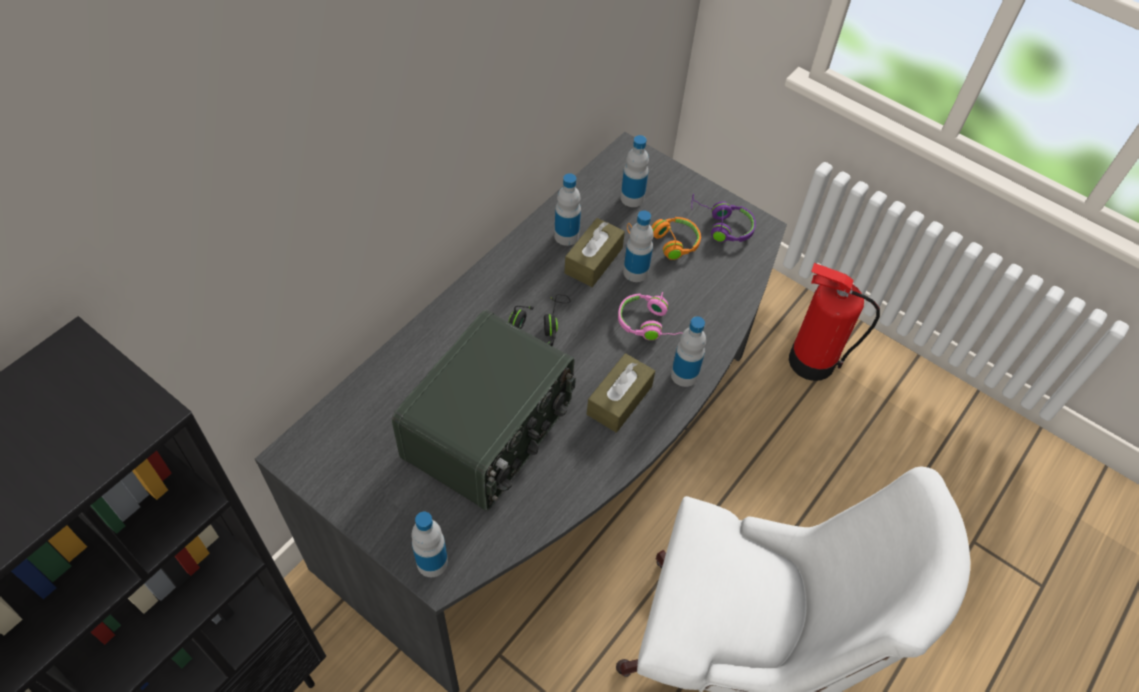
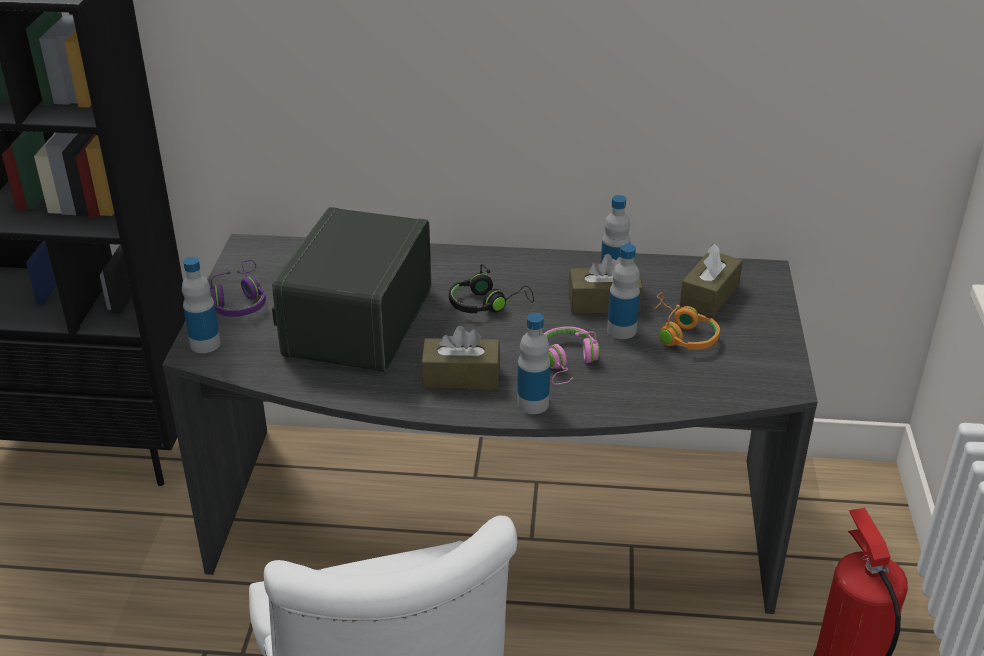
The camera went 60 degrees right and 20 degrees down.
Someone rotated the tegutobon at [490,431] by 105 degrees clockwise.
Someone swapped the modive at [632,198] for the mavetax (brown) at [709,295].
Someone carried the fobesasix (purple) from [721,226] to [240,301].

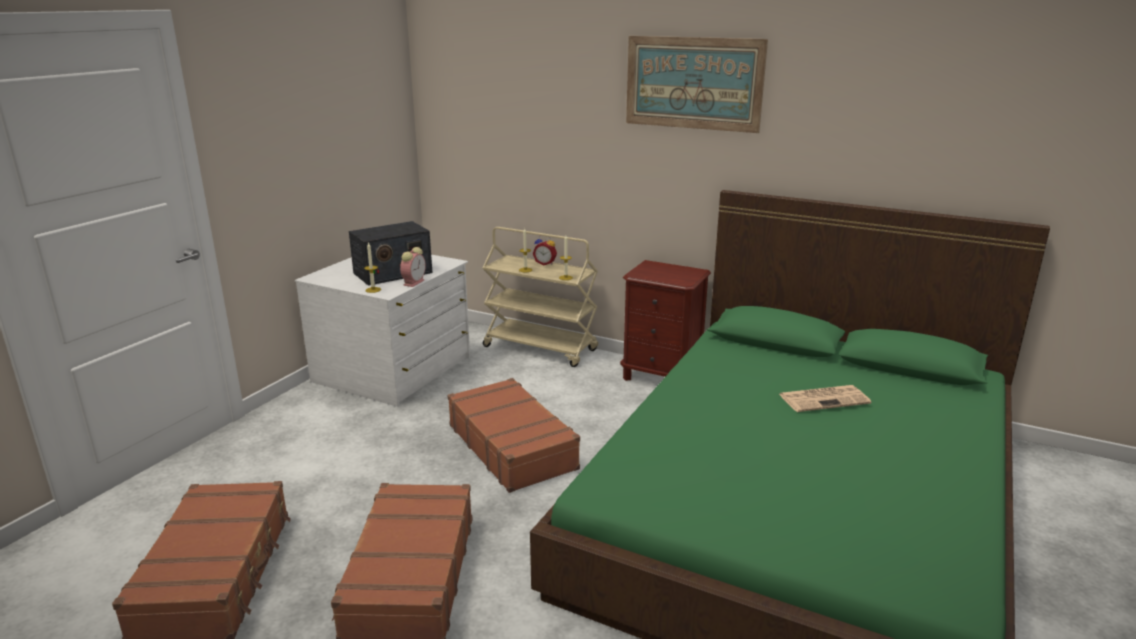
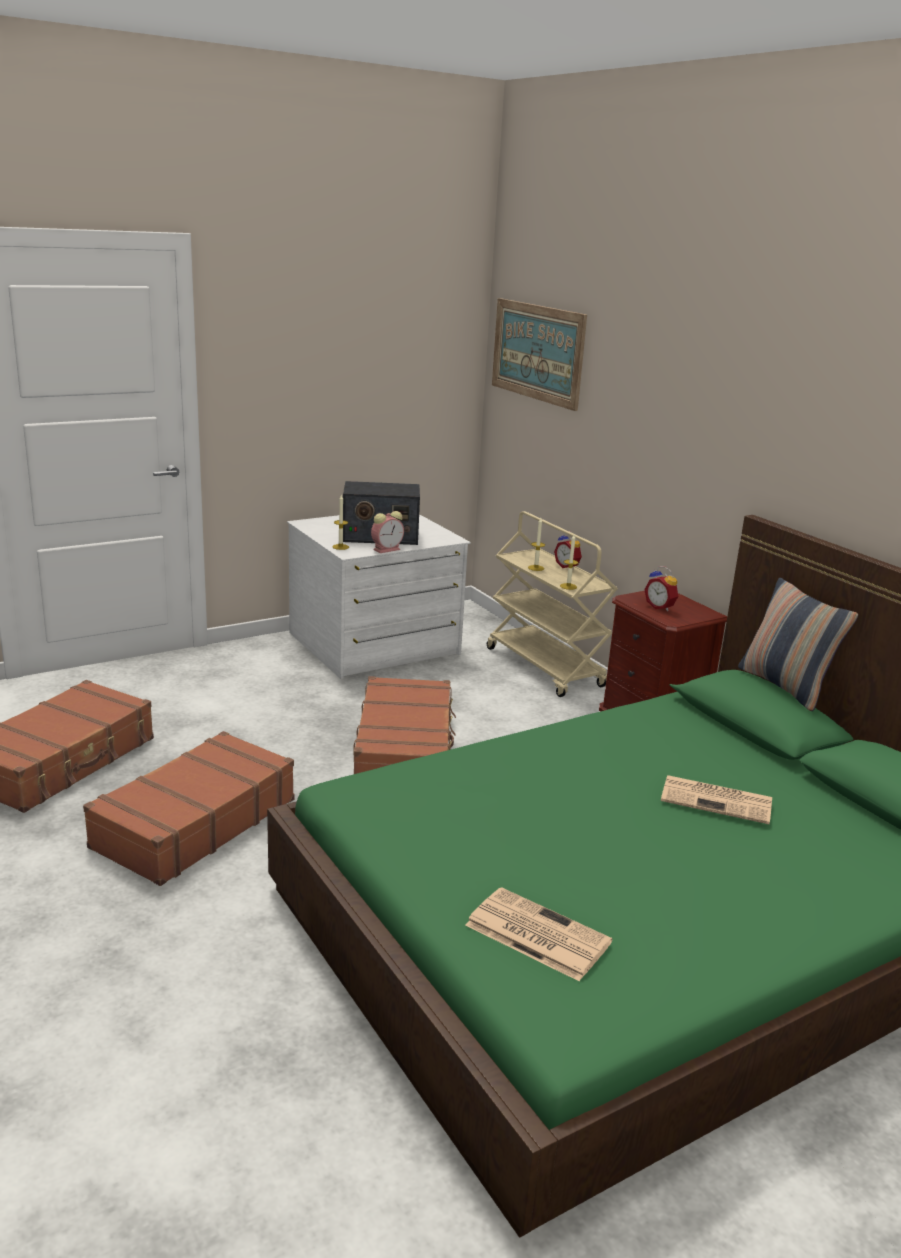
The camera went 30 degrees right and 0 degrees up.
Someone carried the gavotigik from [693,83] to [537,352].
Someone put down the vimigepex at [535,934].
Someone put down the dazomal at [660,607].
Someone put down the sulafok at [785,686].

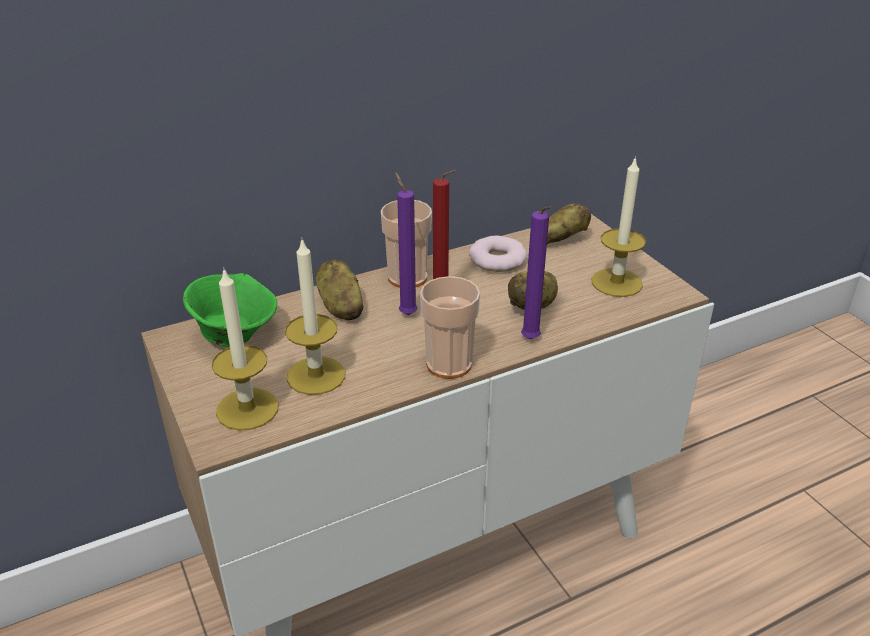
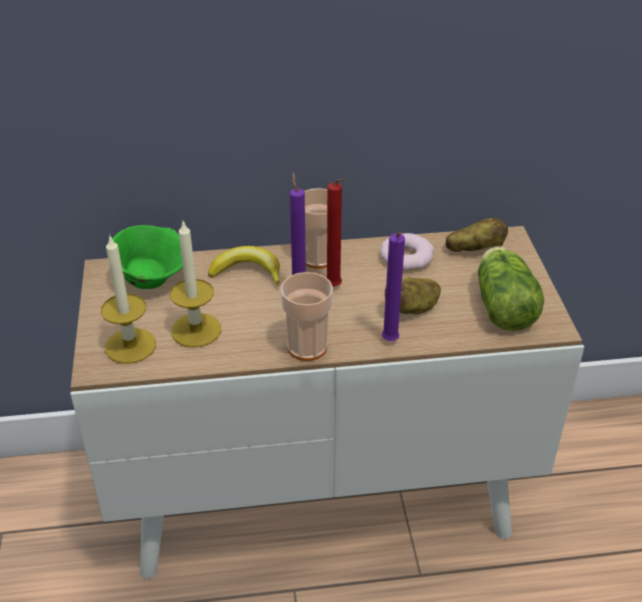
The camera went 20 degrees right and 5 degrees up.
Someone swapped the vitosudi at [340,306] for the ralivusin at [247,272].
Someone swapped the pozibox at [616,282] for the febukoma at [502,304].

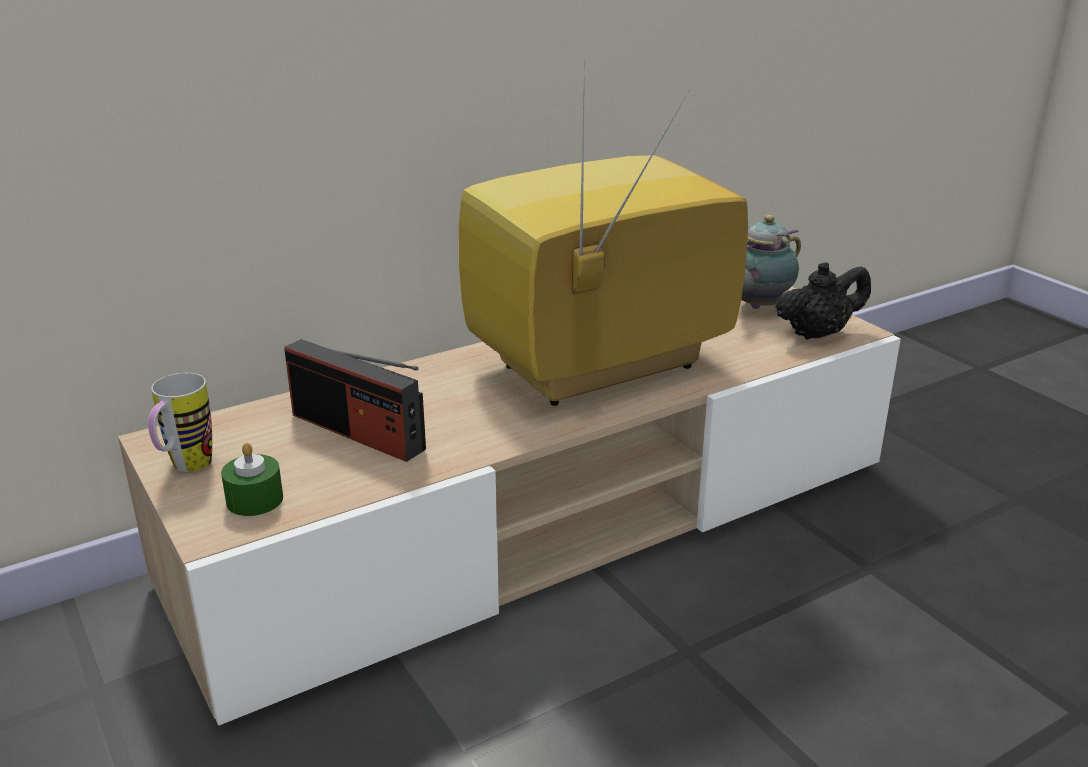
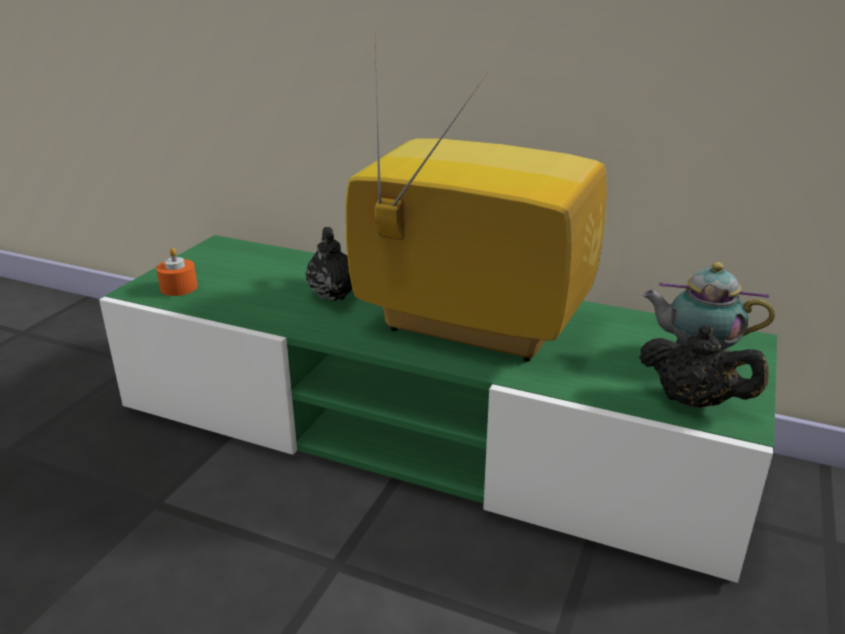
The camera went 55 degrees right and 0 degrees up.
Someone repainted the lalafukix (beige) at [544,522], which became the lalafukix (green) at [422,433].
Someone took away the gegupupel at [185,469].
Someone repainted the pozibox (green) at [255,500], which became the pozibox (orange) at [178,288].
Someone took away the tegutobon at [358,432].
Someone put down the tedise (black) at [332,294].

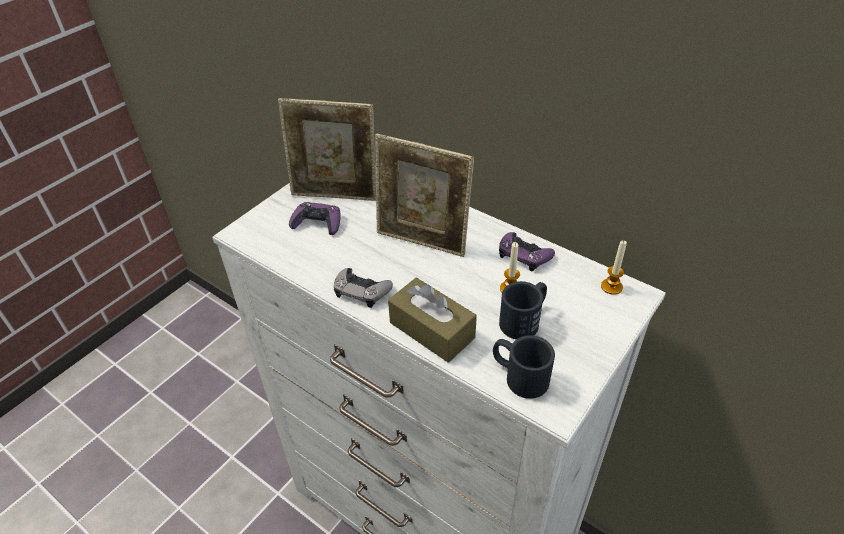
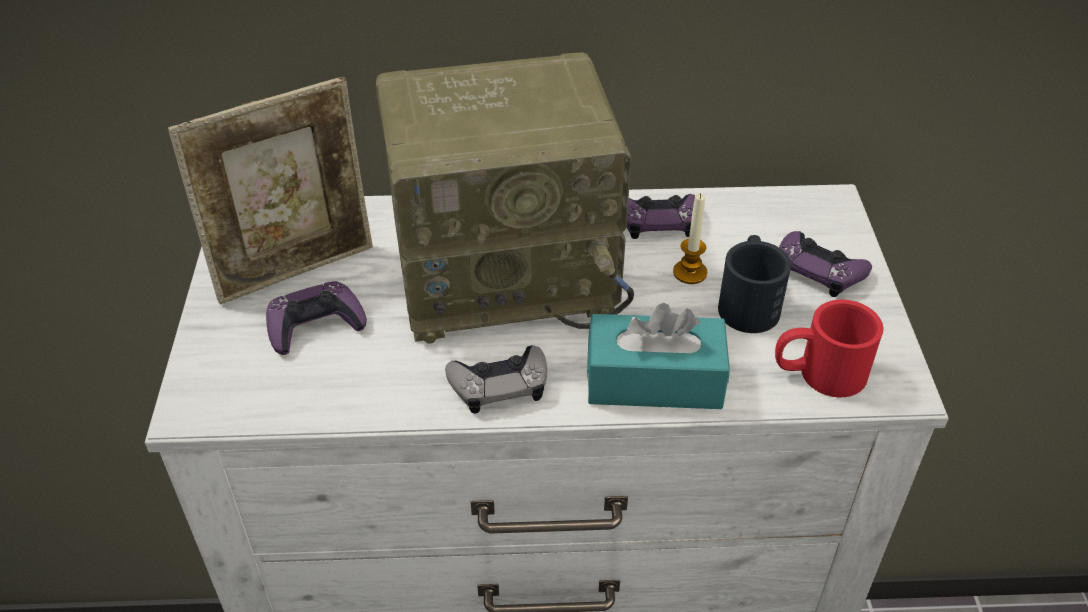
The camera went 40 degrees left and 0 degrees up.
Someone swapped the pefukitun at [422,241] for the tegutobon at [507,270].
Someone repainted the mavetax (brown) at [432,330], which became the mavetax (turquoise) at [654,380].
Someone repainted the gegupupel (black) at [519,376], which became the gegupupel (red) at [818,373].
Someone took away the pozibox at [611,287].
Someone put down the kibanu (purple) at [818,270].

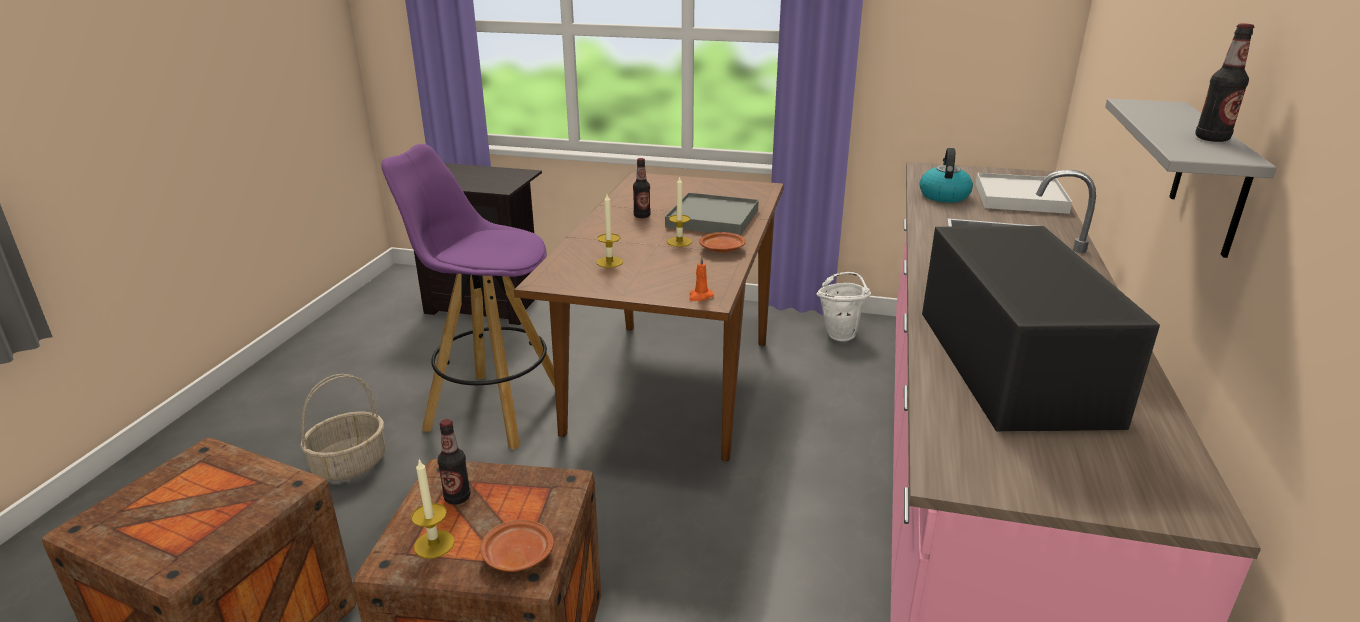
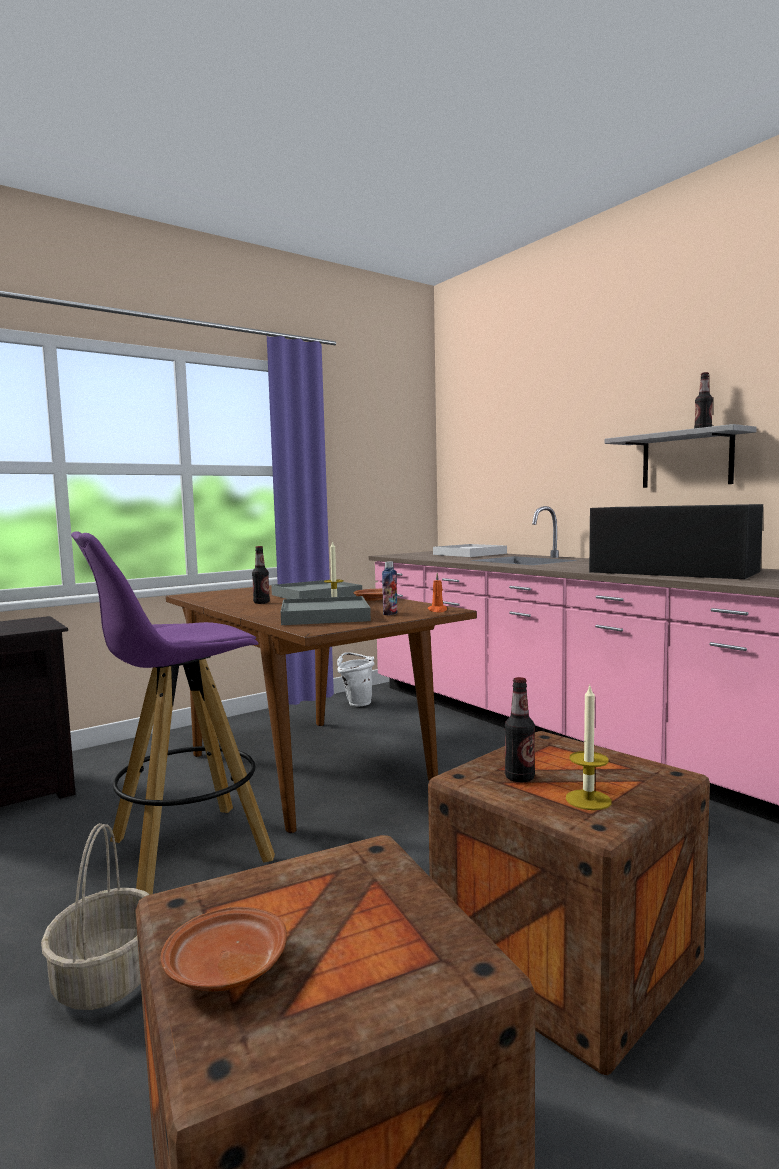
The camera went 50 degrees left and 20 degrees down.
Someone carried the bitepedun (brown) from [517,555] to [225,968].
Someone swapped the pozibox at [609,262] for the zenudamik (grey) at [324,616].
Someone took away the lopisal at [943,195].
Someone put down the modive at [390,613].

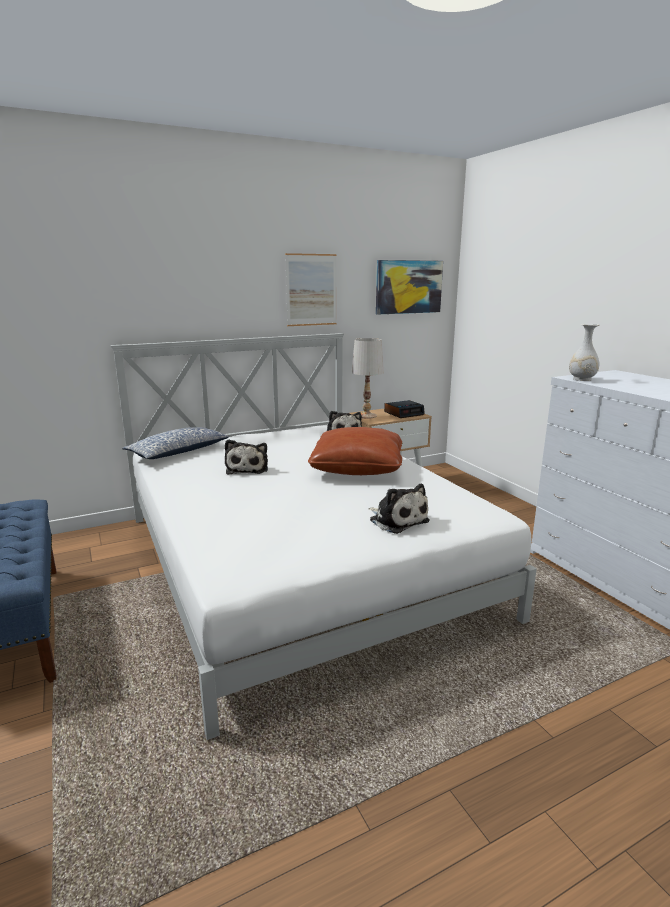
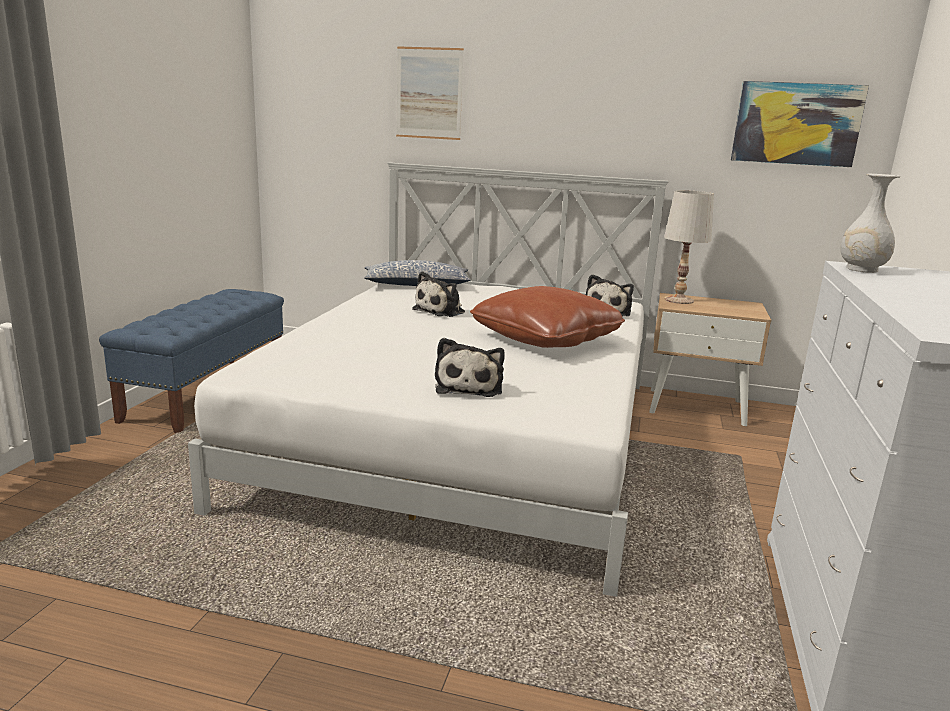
The camera went 40 degrees right and 0 degrees up.
Someone carried the gavotigik from [311,290] to [429,93].
Someone took away the dazomal at [404,413].

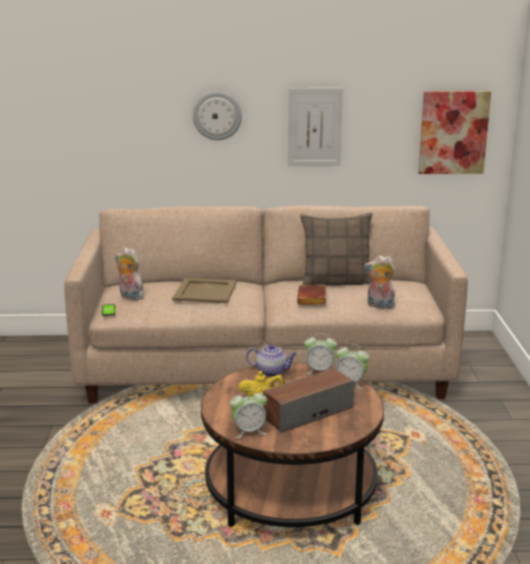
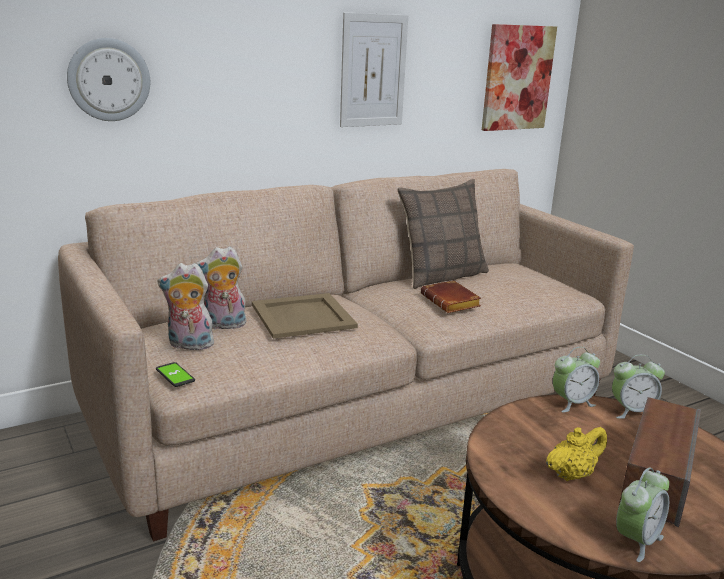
The camera went 30 degrees left and 0 degrees up.
Someone carried the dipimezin from [217,115] to [109,80].
Someone took away the tedise at [272,371].
Someone carried the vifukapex from [379,306] to [223,325].

